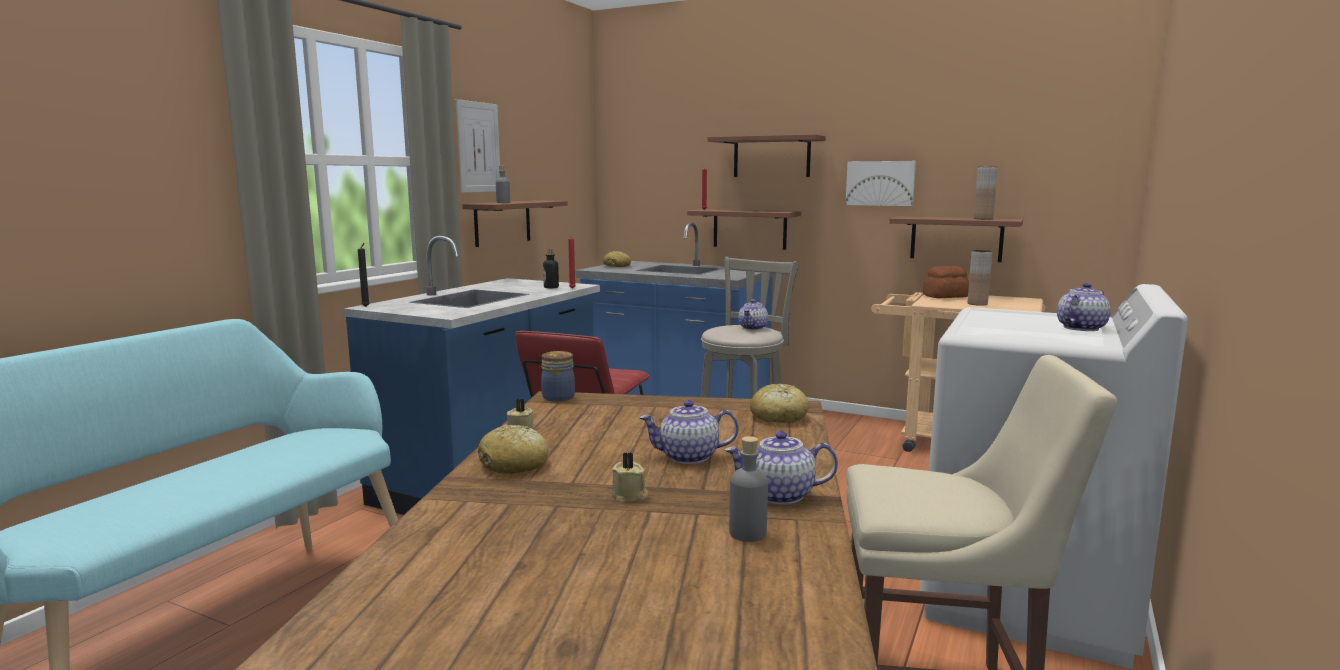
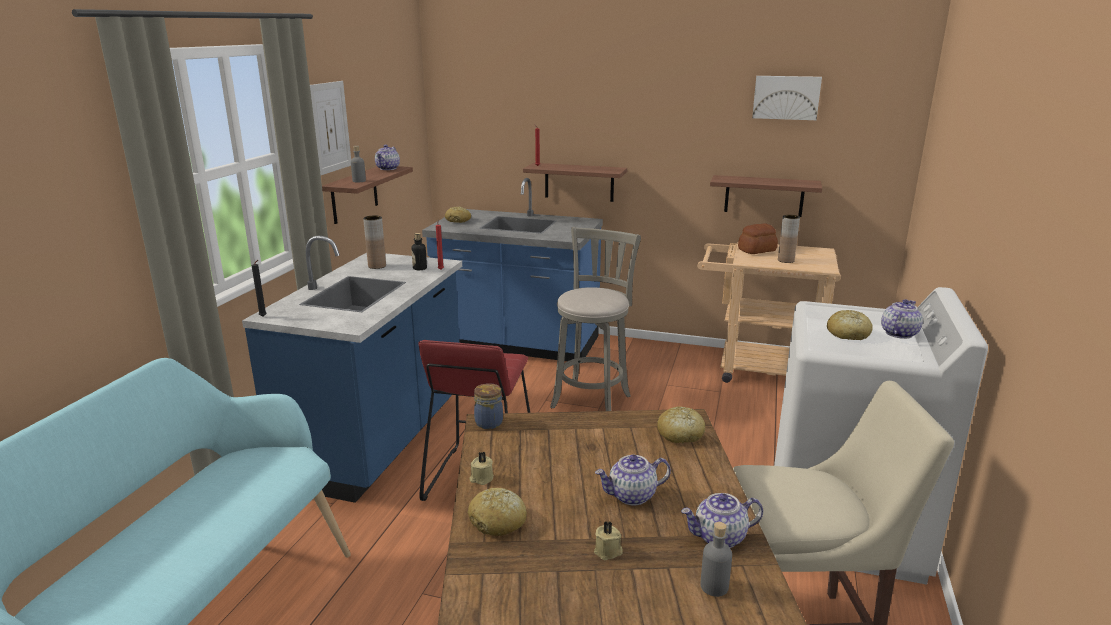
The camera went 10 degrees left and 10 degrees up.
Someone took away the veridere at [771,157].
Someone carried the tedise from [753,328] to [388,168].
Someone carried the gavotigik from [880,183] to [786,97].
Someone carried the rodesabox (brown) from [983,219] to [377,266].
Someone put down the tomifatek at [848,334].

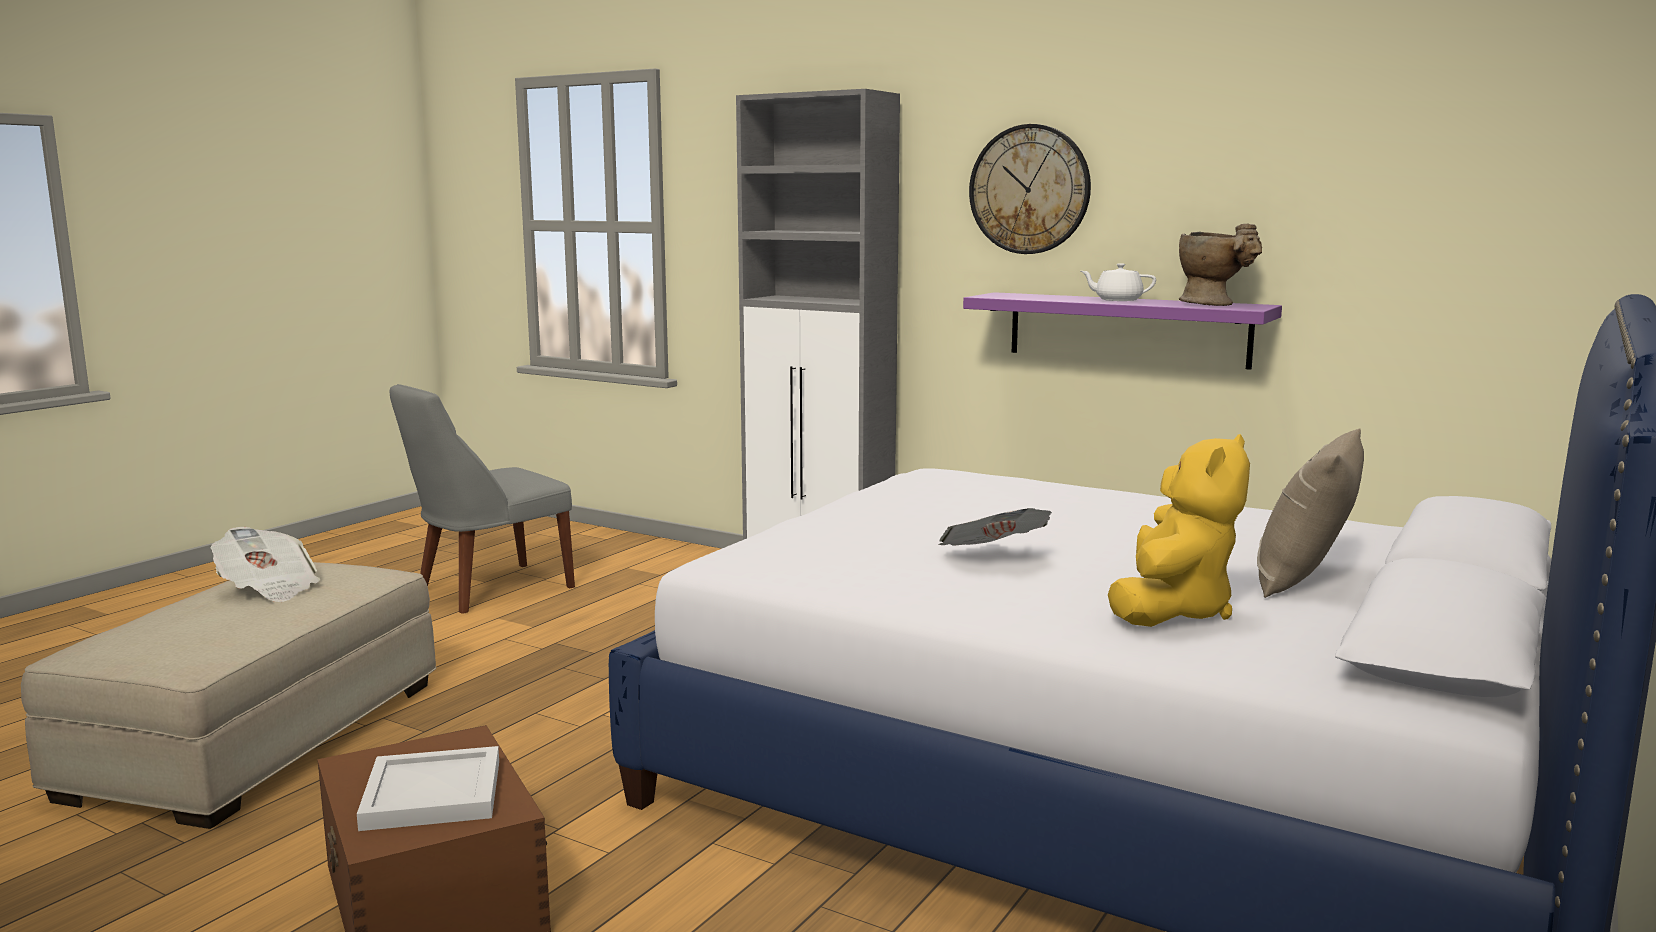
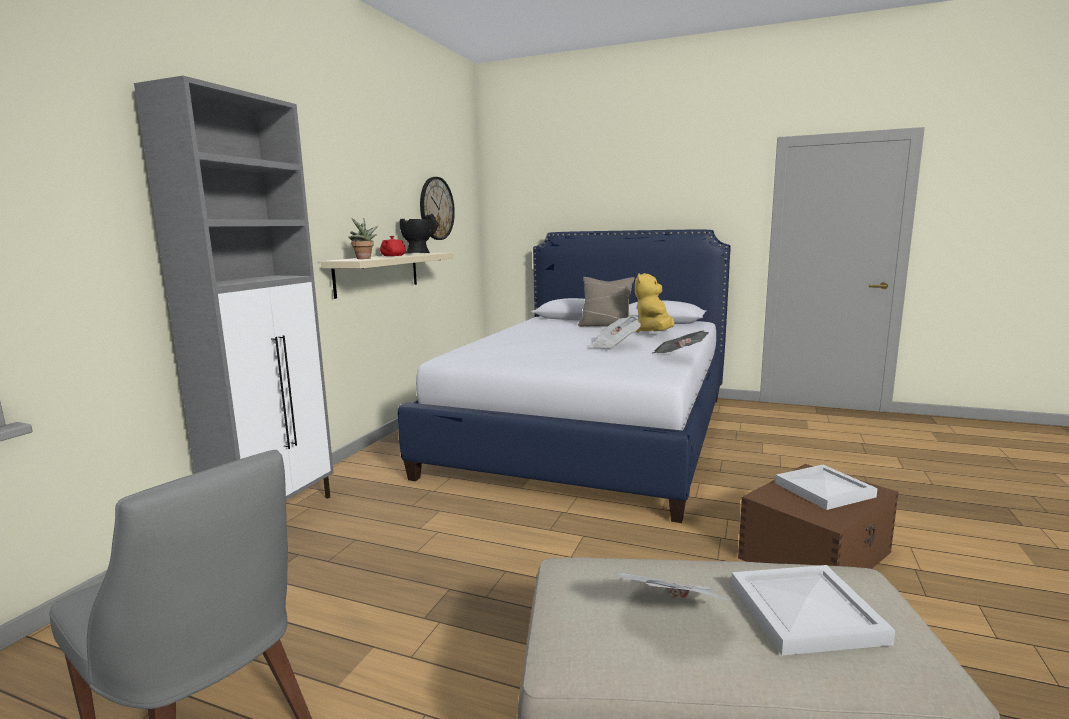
The camera went 100 degrees left and 0 degrees up.
Someone repainted the veridere (purple) at [1127,329], which became the veridere (beige) at [377,273].
Someone carried the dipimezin from [1029,189] to [436,208].
Someone repainted the tedise (white) at [1117,300], which became the tedise (red) at [393,256].
Someone rotated the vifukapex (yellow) at [1172,611] by 90 degrees counterclockwise.
Someone repainted the rodesabox (beige) at [1215,304], which became the rodesabox (black) at [420,253].
Someone put down the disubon at [364,259].
Someone put down the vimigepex at [679,357].
Someone put down the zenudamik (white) at [803,611].

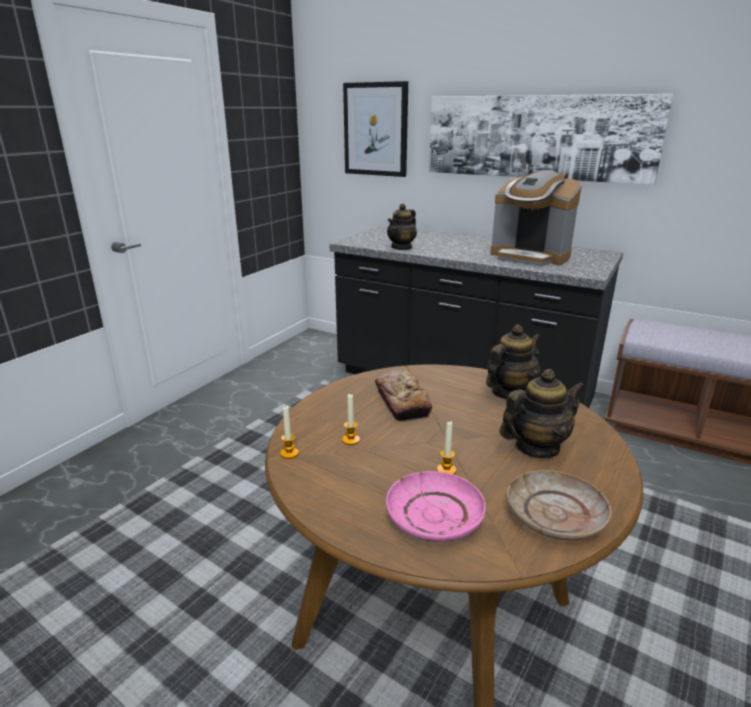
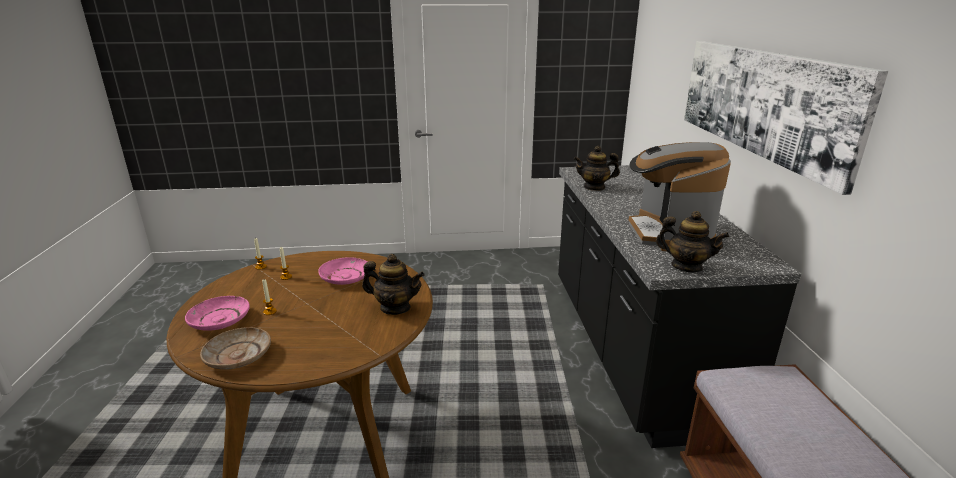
The camera went 55 degrees right and 0 degrees up.
Someone took away the gavotigik at [376,129].
Someone swapped the tomifatek at [402,402] for the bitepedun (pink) at [345,277].
Someone carried the tedise from [536,447] to [686,266].

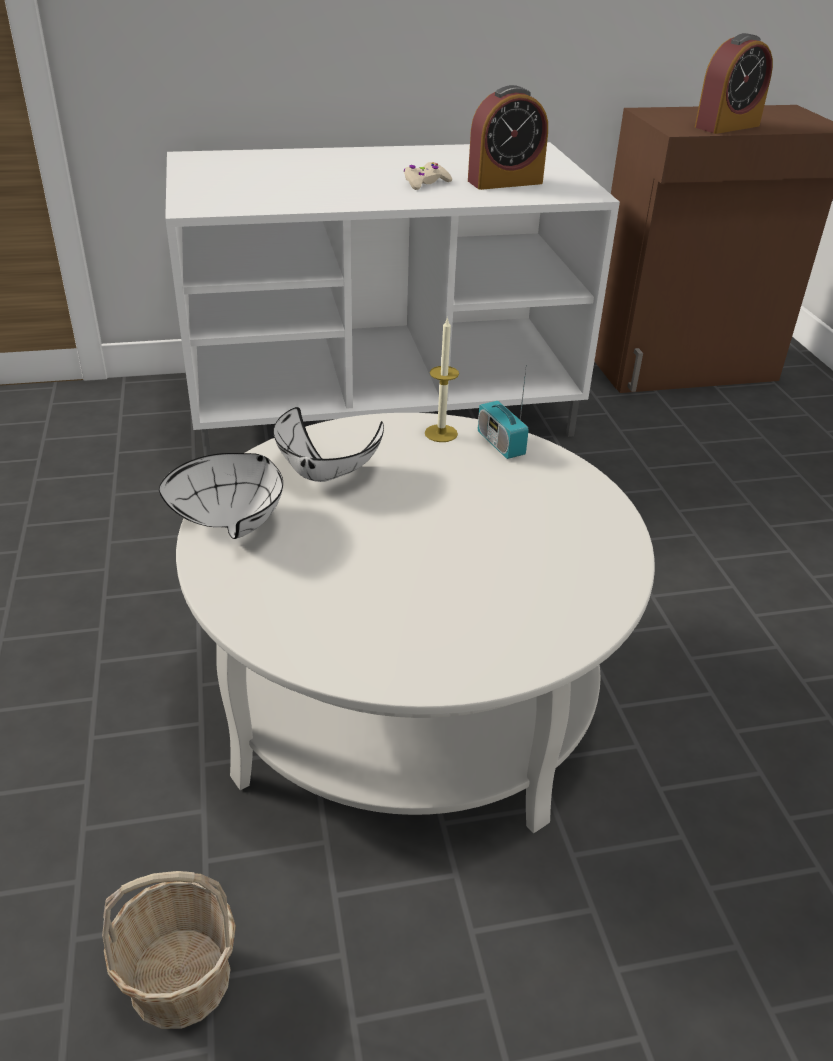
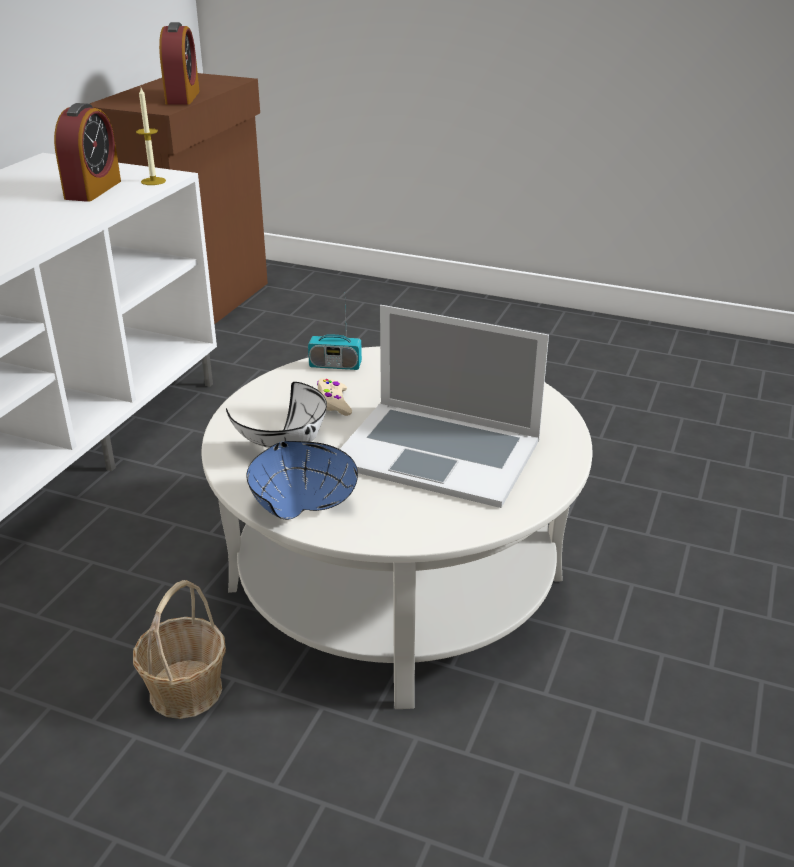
The camera went 55 degrees left and 5 degrees down.
Someone carried the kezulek from [179,978] to [185,691].
Someone repainted the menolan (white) at [234,520], which became the menolan (blue) at [298,503].
Someone carried the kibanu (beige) from [425,183] to [334,403].
Someone carried the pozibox from [441,433] to [153,181].
Someone put down the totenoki at [438,452].

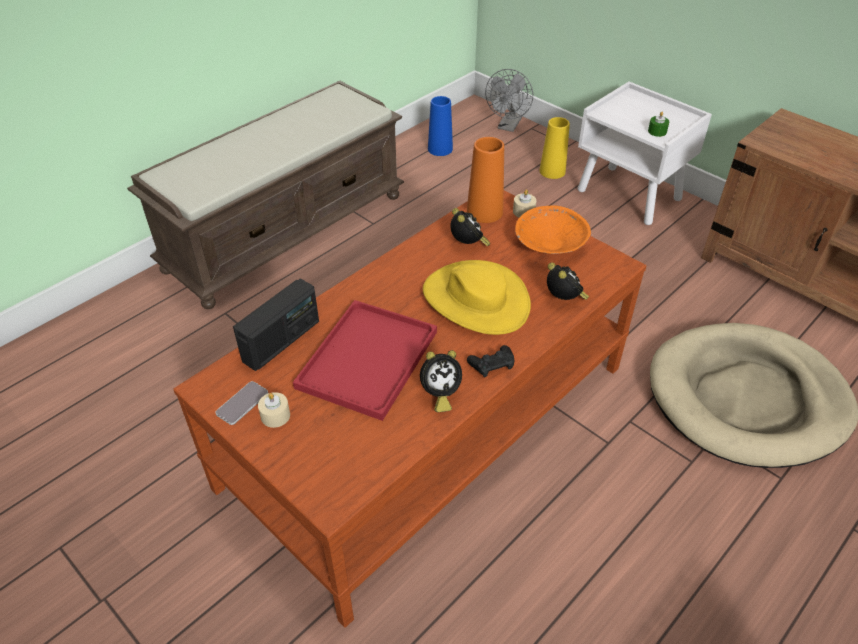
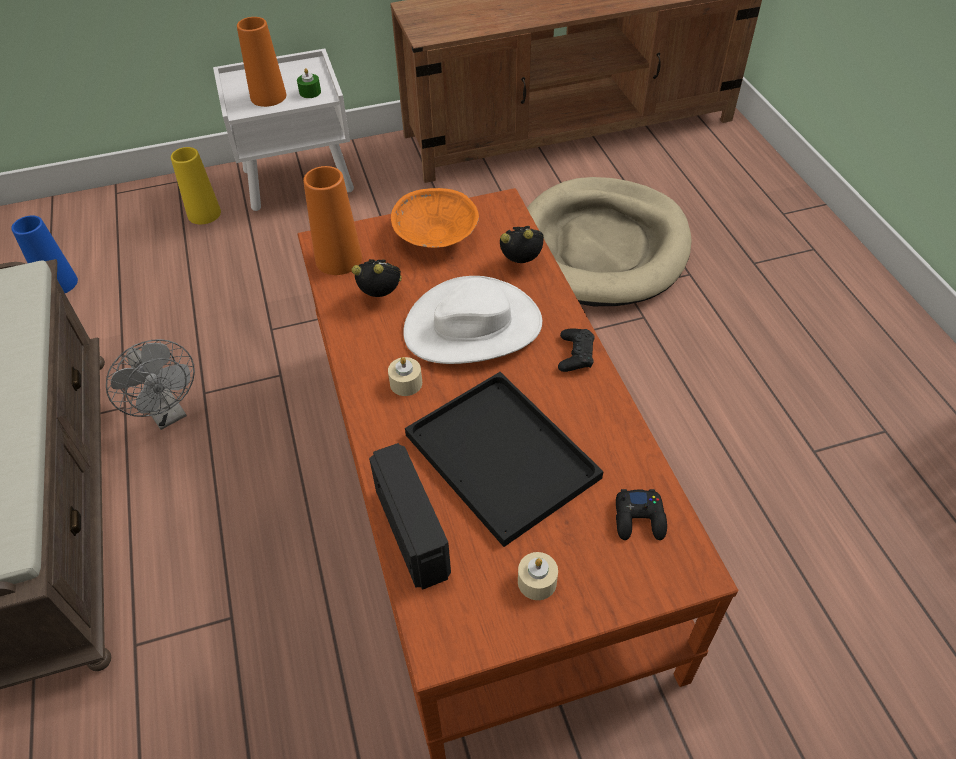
The camera went 60 degrees left and 5 degrees up.
Someone took away the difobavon at [242,403].
Someone repainted the zenudamik (red) at [368,362], which became the zenudamik (black) at [505,457].
Someone took away the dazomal at [439,394].
Someone repainted the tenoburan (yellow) at [476,299], which became the tenoburan (white) at [473,326].
Someone carried the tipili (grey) from [508,126] to [168,414].
Someone carried the pozibox (beige) from [523,211] to [406,383].
Someone put down the rodesabox (orange) at [268,96].
Someone put down the kibanu (black) at [639,519].

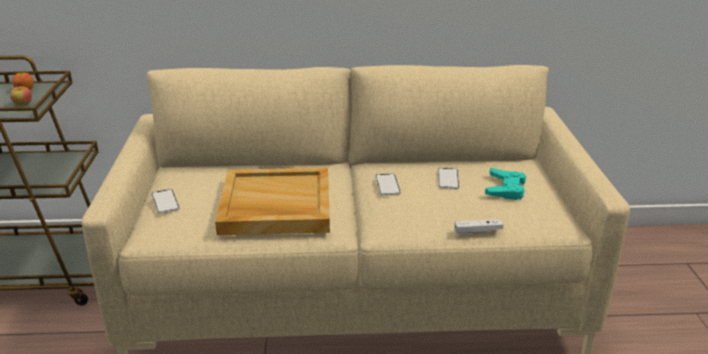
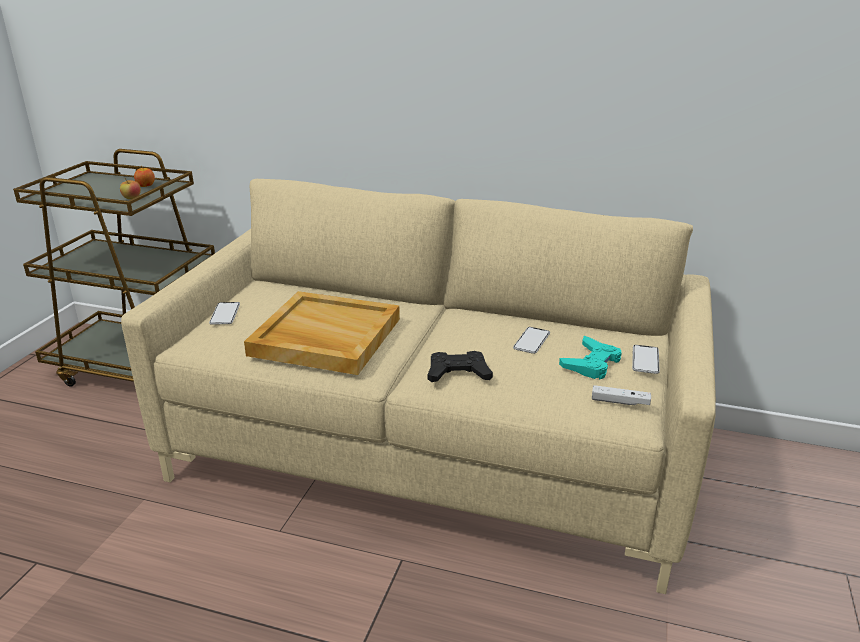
The camera went 20 degrees right and 0 degrees up.
Someone carried the difobavon from [387,185] to [645,360].
Someone carried the kibanu (white) from [478,231] to [620,402].
Someone put down the kibanu (black) at [458,373].

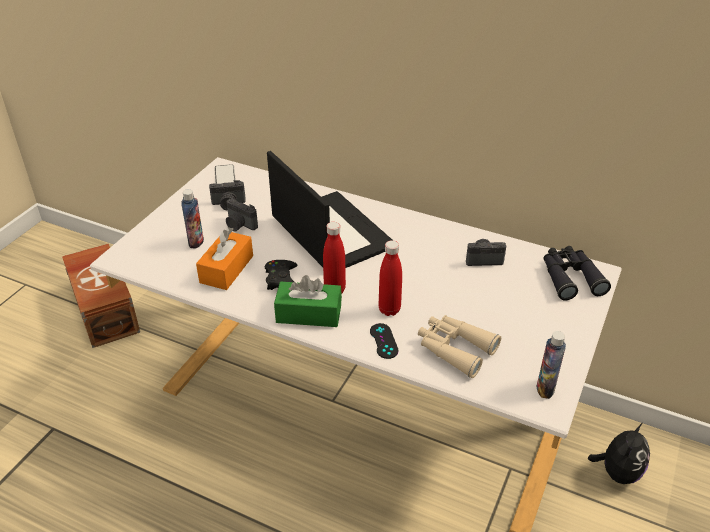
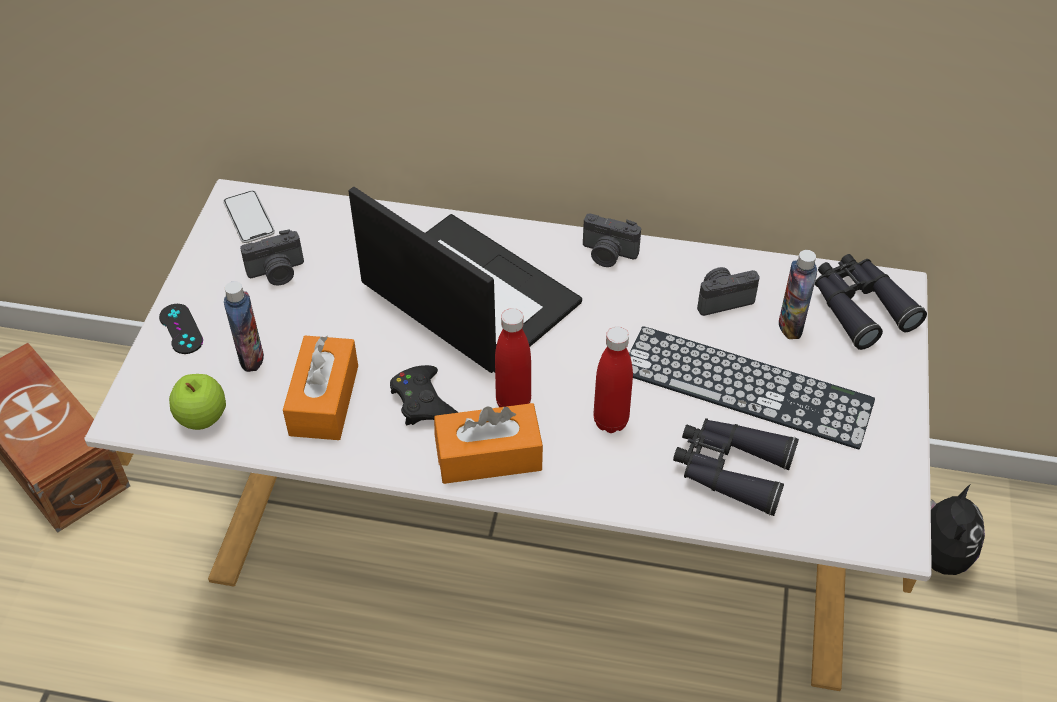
The camera went 15 degrees left and 10 degrees up.
Someone carried the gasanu from [239,225] to [608,254].
Someone repainted the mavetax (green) at [309,314], which became the mavetax (orange) at [488,456].
Someone carried the kibanu (black) from [383,341] to [181,329].
Someone repainted the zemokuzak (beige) at [454,349], which became the zemokuzak (black) at [730,470].
Someone carried the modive from [545,388] to [790,326].
Someone put down the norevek at [202,418].
Someone put down the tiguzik at [746,386].

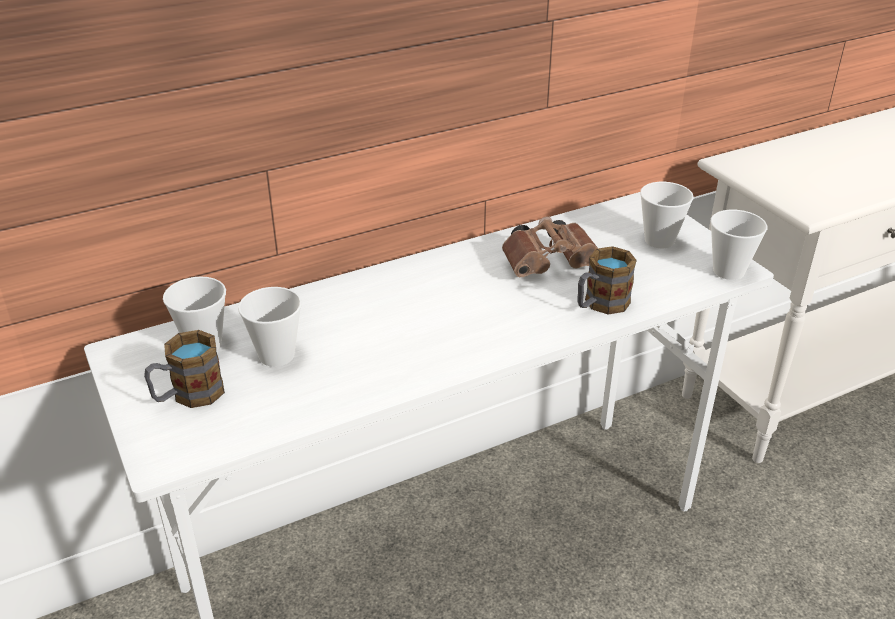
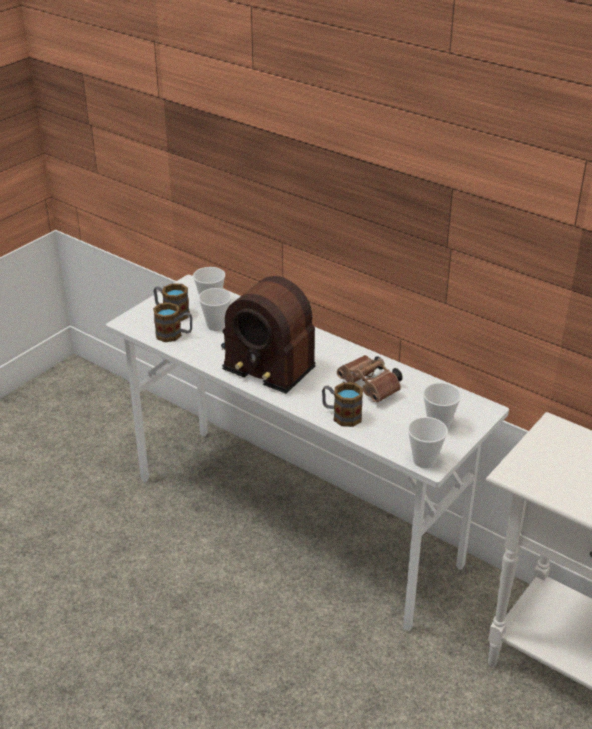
The camera went 65 degrees right and 0 degrees up.
Someone put down the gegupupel at [174,335].
Someone put down the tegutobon at [268,356].

